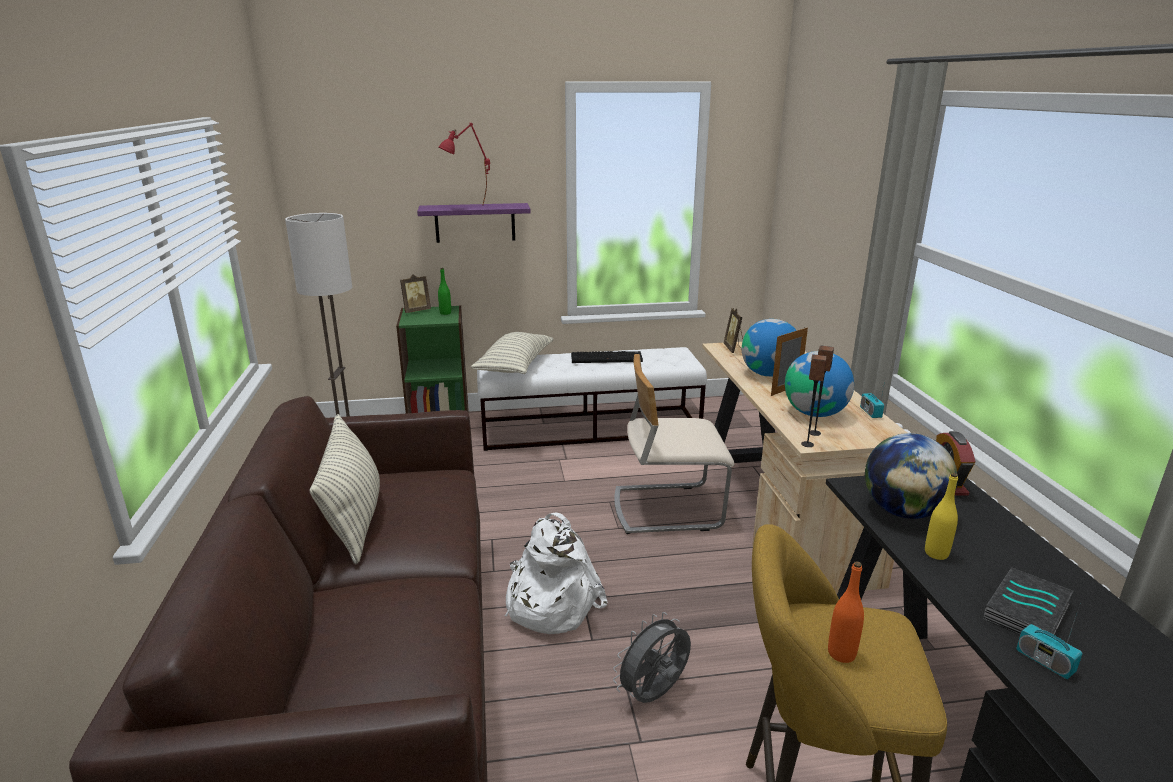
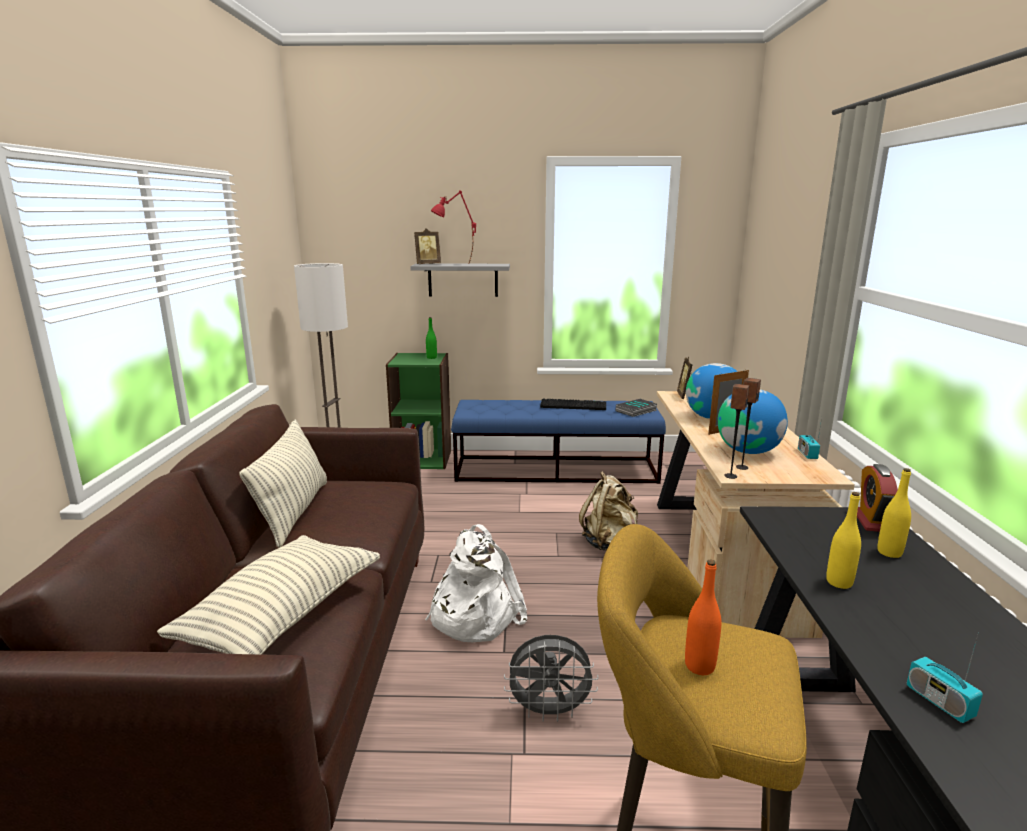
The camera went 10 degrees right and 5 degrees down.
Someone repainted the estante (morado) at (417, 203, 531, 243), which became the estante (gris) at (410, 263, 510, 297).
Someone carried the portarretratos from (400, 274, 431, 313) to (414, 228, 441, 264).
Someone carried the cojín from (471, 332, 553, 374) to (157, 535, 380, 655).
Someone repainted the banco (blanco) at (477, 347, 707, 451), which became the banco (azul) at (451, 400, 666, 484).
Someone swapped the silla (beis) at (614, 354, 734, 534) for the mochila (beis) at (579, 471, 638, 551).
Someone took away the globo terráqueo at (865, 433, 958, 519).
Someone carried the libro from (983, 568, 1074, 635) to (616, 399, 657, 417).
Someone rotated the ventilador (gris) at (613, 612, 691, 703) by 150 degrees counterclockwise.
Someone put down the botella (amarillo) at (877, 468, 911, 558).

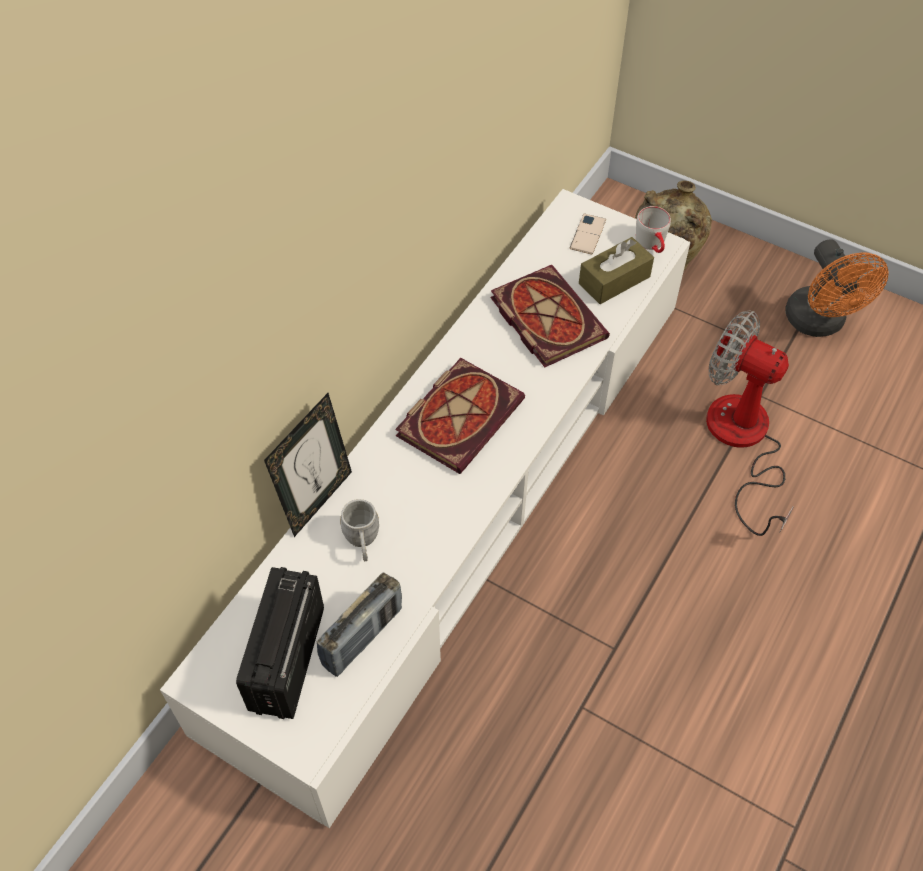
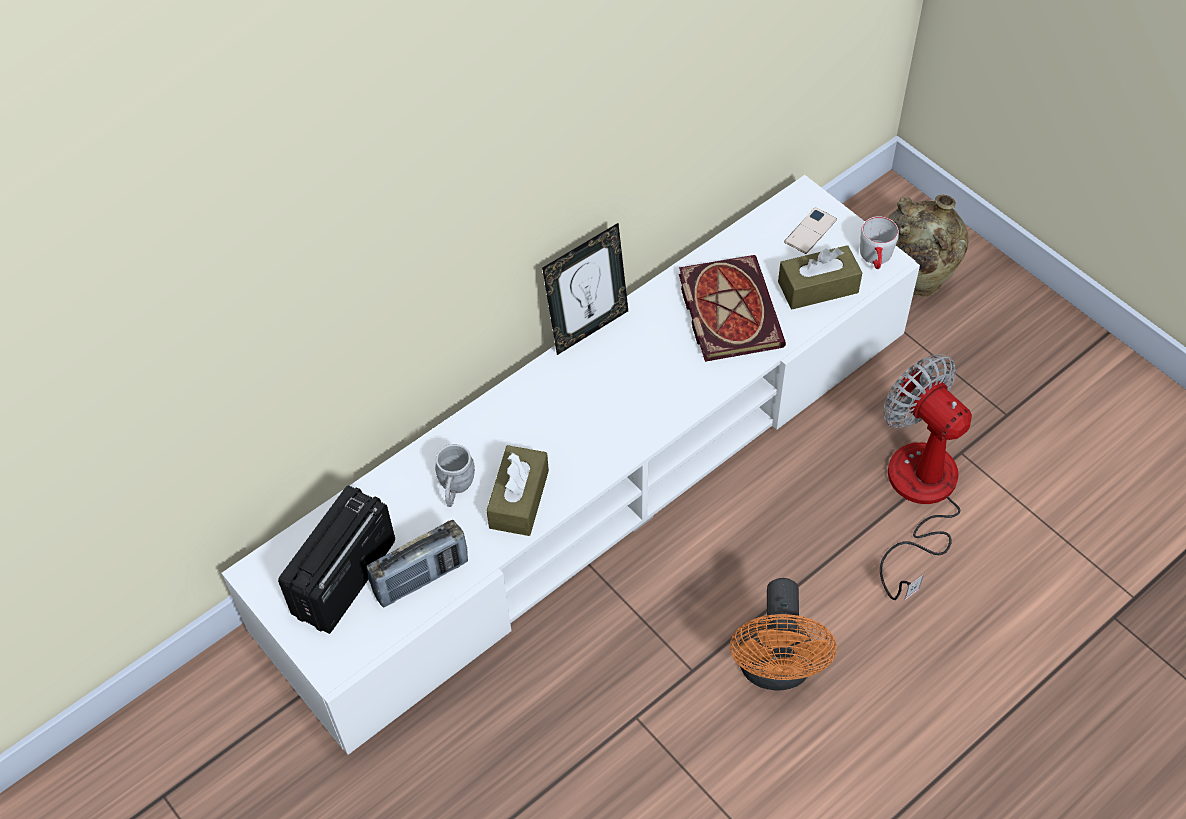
The camera went 20 degrees right and 0 degrees up.
Someone carried the ventilador (naranja) from (785, 239, 889, 337) to (730, 578, 837, 690).
Someone took away the libro at (395, 358, 525, 474).
Someone carried the portarretratos from (264, 393, 352, 537) to (542, 223, 628, 355).
Someone put down the caja de pañuelos (marrón) at (486, 445, 549, 536).

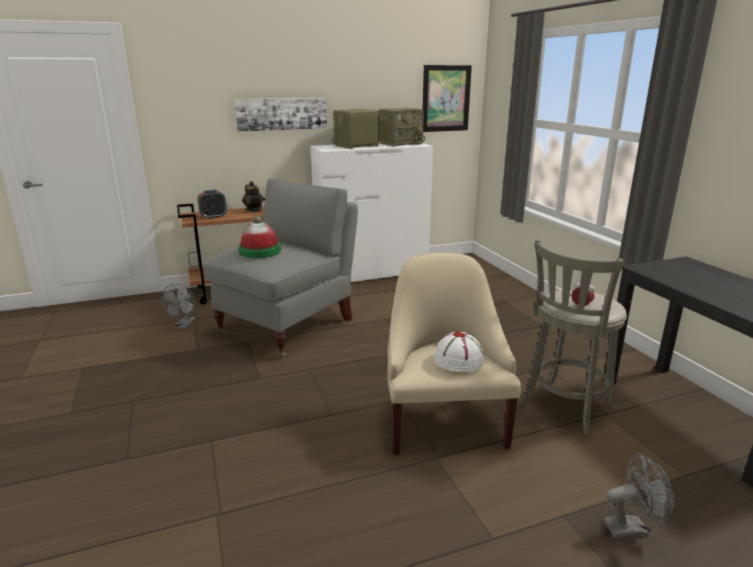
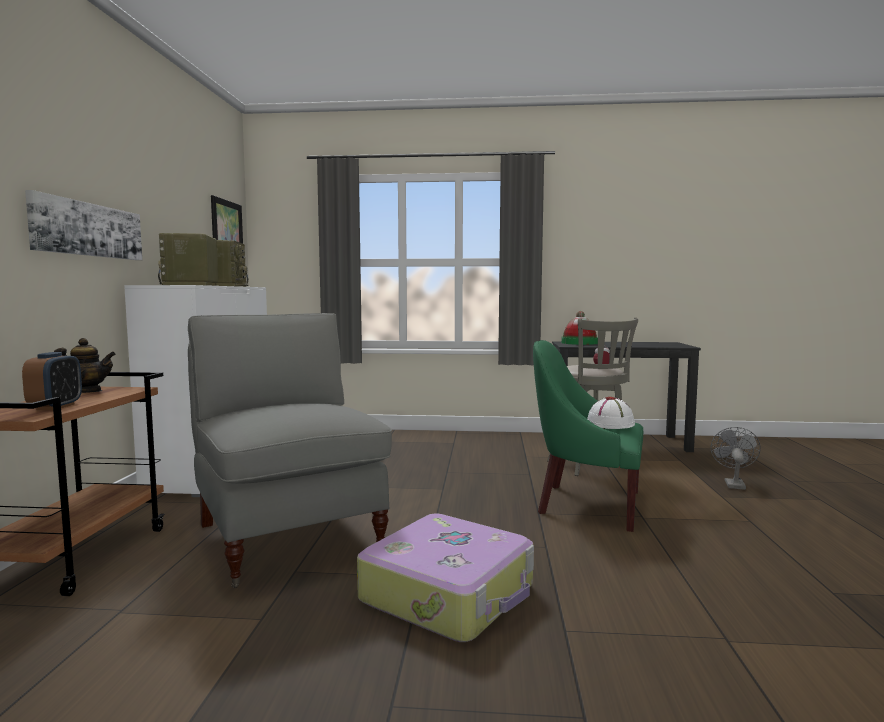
The camera went 65 degrees left and 15 degrees down.
Someone carried the sombrero from (239, 215, 281, 258) to (561, 311, 598, 345).
Someone repainted the sillón (beis) at (387, 252, 521, 455), which became the sillón (verde) at (533, 340, 643, 532).
Someone took away the ventilador (gris) at (161, 284, 196, 329).
Someone put down the maleta at (357, 514, 534, 642).

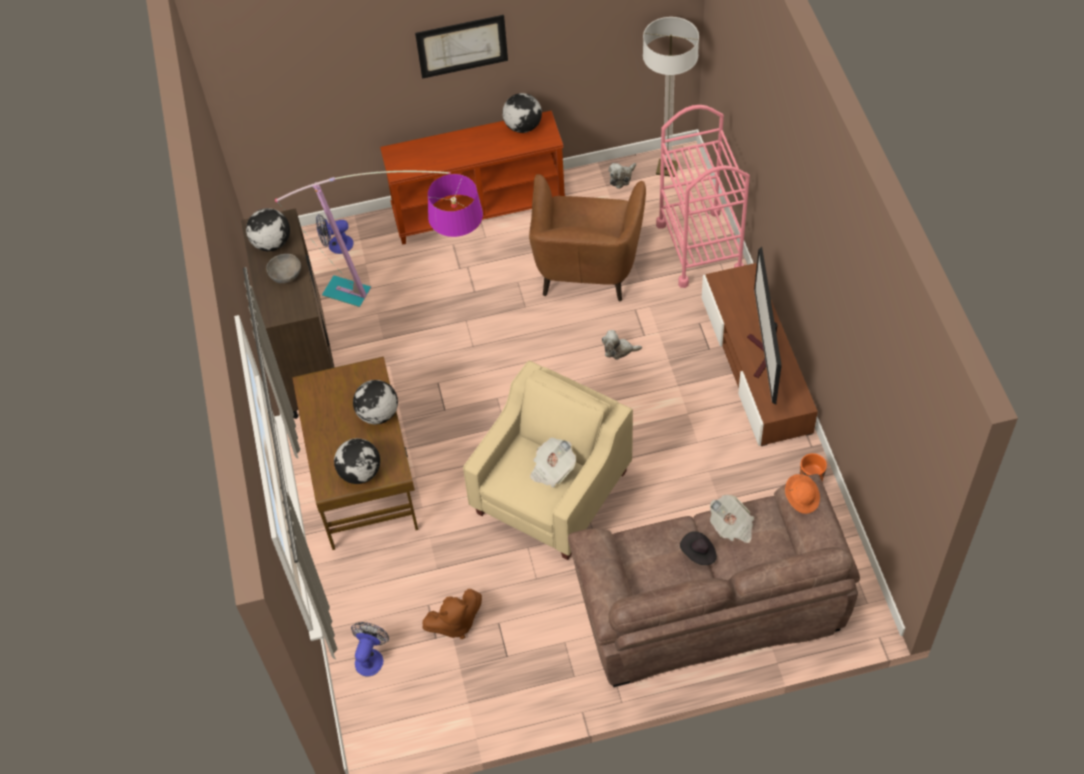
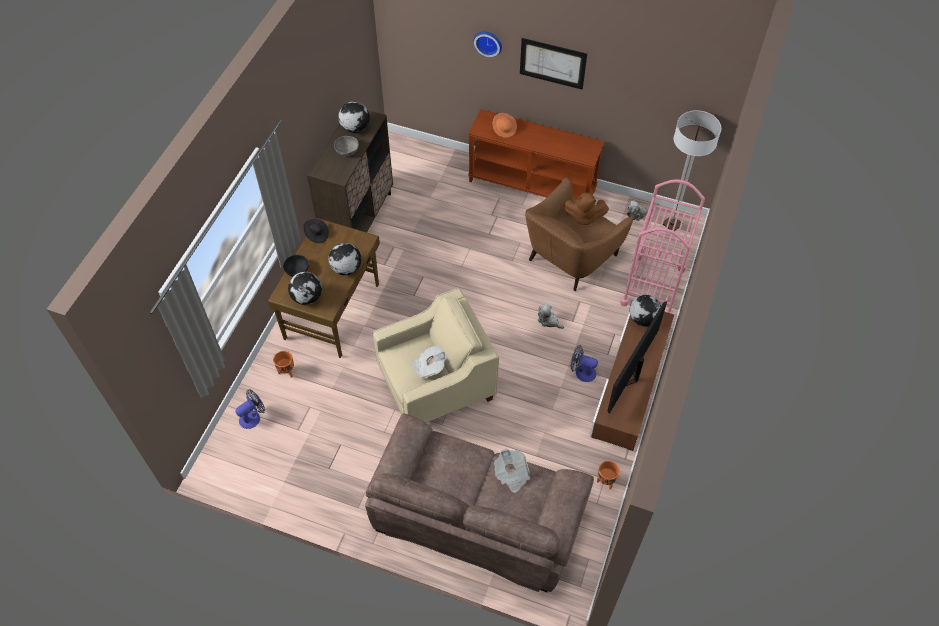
The camera went 30 degrees right and 0 degrees up.
Someone carried the globo terráqueo from (502, 93, 542, 133) to (629, 295, 661, 327).
Someone took away the lámpara de pie at (275, 171, 483, 307).
Someone carried the ventilador from (316, 214, 354, 254) to (571, 345, 598, 382).
Someone carried the sombrero (naranja) from (785, 474, 820, 514) to (493, 113, 517, 138).
Someone carried the sombrero (negro) from (680, 531, 717, 565) to (303, 219, 329, 243).
Someone carried the peluche (marrón) from (422, 589, 482, 639) to (564, 193, 609, 228).
Someone put up the reloj de pared at (473, 32, 502, 57).
Someone put down the cuenco (negro) at (283, 255, 309, 277).
Someone put down the maceta (naranja) at (273, 351, 294, 378).

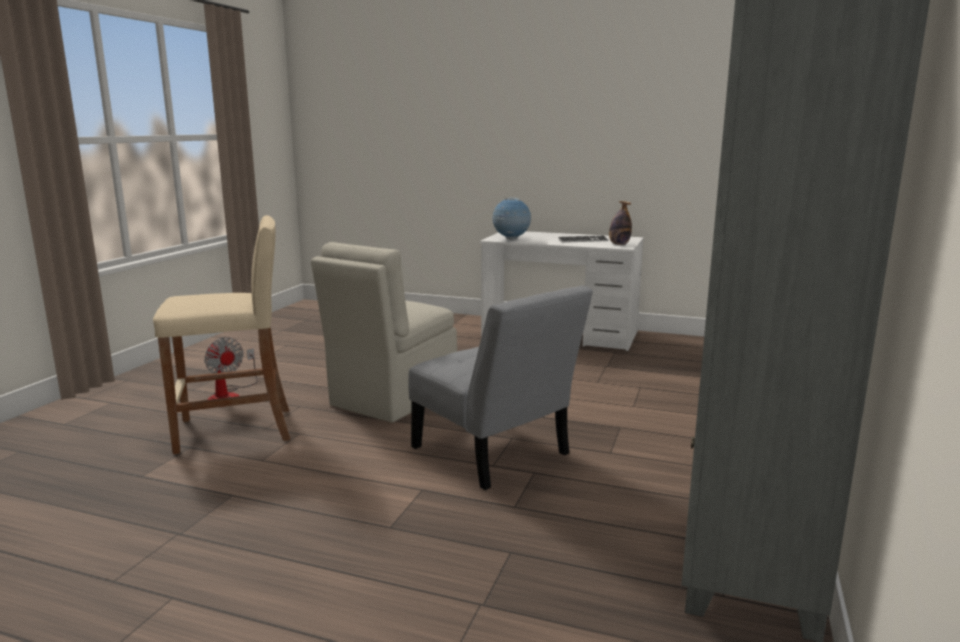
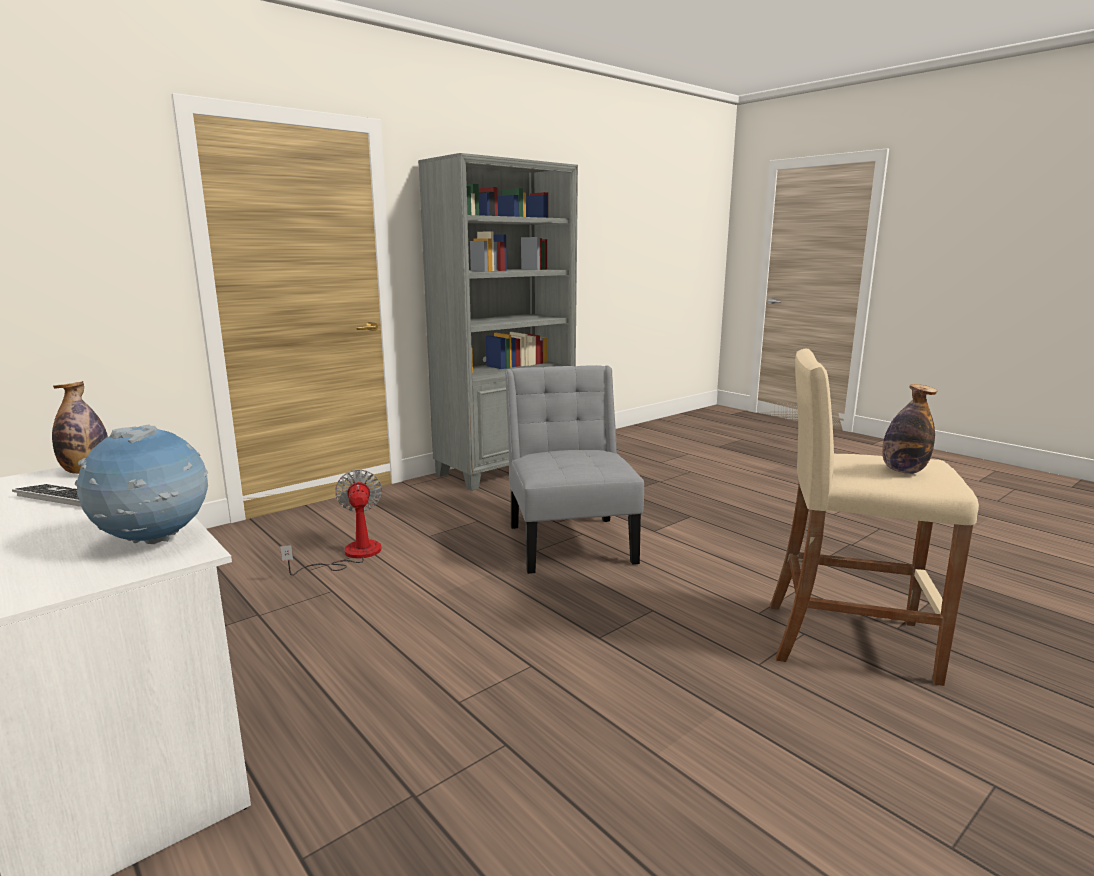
The camera went 150 degrees left and 0 degrees up.
Someone took away the silla (beis) at (311, 242, 457, 423).
Someone carried the ventilador from (204, 337, 258, 407) to (280, 469, 382, 576).
Someone put down the botella at (882, 384, 937, 474).

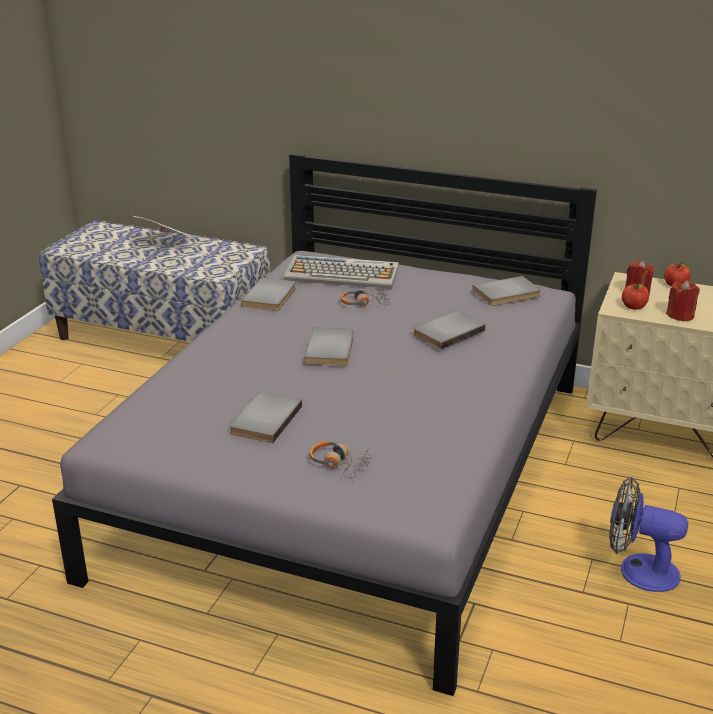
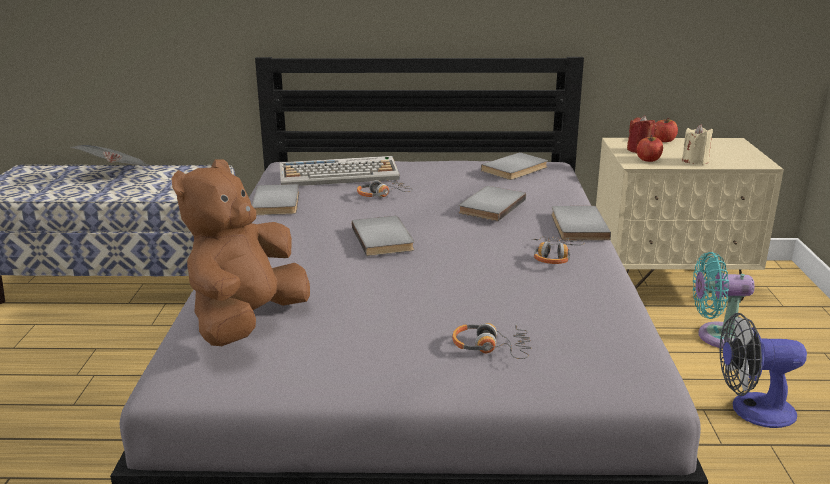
The camera went 20 degrees left and 5 degrees down.
Someone repainted the vela (rojo) at (666, 280, 700, 322), which became the vela (beis) at (682, 124, 713, 165).
Someone carried the libro (gris) from (229, 392, 302, 443) to (551, 206, 611, 240).
Someone put down the peluche (marrón) at (171, 159, 310, 346).
Someone put down the auriculares at (532, 236, 584, 264).
Someone put down the ventilador (turquesa) at (693, 252, 755, 348).

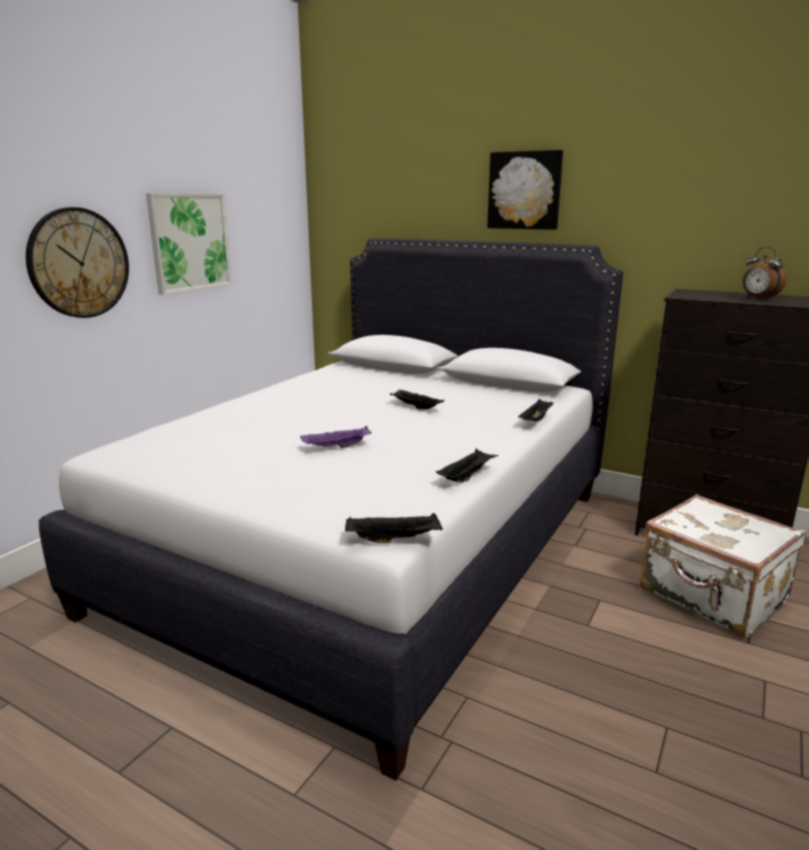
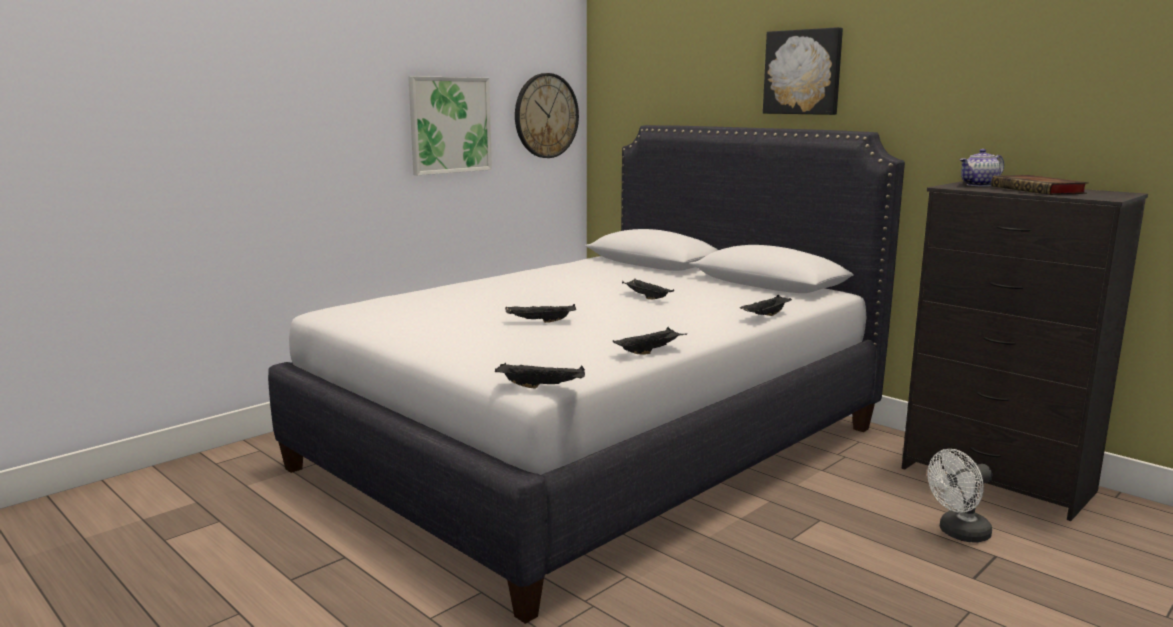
The camera went 15 degrees right and 5 degrees down.
Someone carried the reloj de pared from (26, 207, 129, 318) to (515, 73, 579, 158).
Someone swapped the despertador at (742, 247, 787, 300) for the libro at (991, 175, 1089, 195).
Someone repainted the bandeja (morado) at (300, 426, 371, 448), which became the bandeja (negro) at (505, 304, 576, 323).
Someone swapped the maleta (blanco) at (640, 494, 806, 638) for the ventilador (blanco) at (927, 449, 992, 543).
Someone put down the tetera at (959, 149, 1004, 187).

